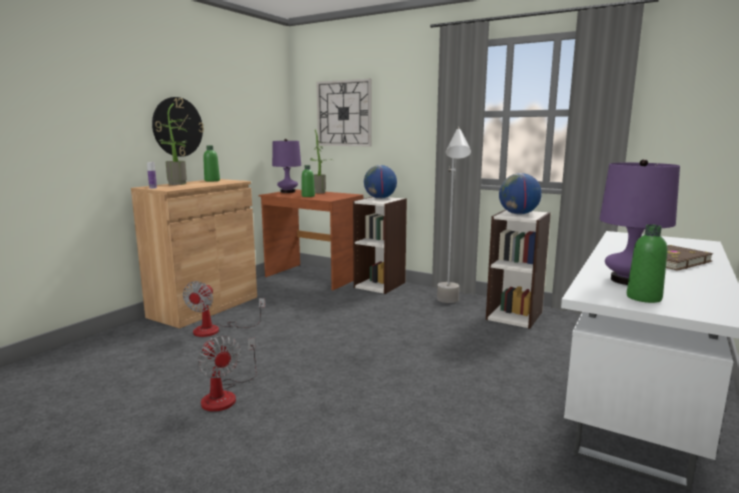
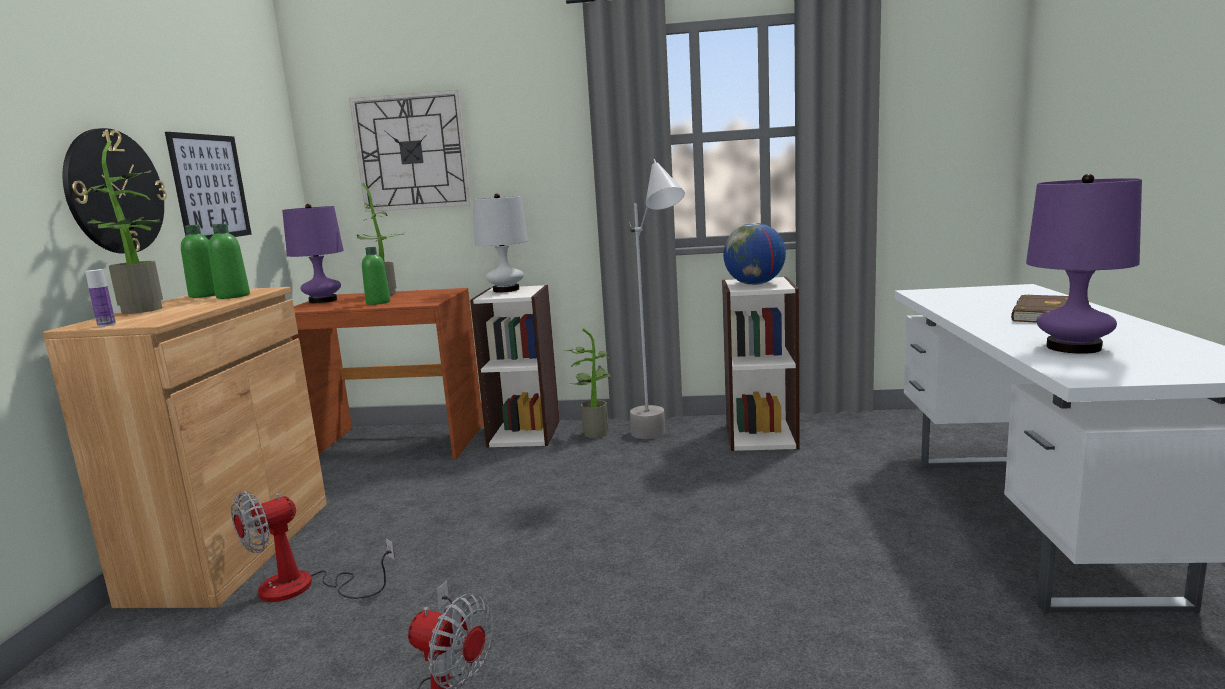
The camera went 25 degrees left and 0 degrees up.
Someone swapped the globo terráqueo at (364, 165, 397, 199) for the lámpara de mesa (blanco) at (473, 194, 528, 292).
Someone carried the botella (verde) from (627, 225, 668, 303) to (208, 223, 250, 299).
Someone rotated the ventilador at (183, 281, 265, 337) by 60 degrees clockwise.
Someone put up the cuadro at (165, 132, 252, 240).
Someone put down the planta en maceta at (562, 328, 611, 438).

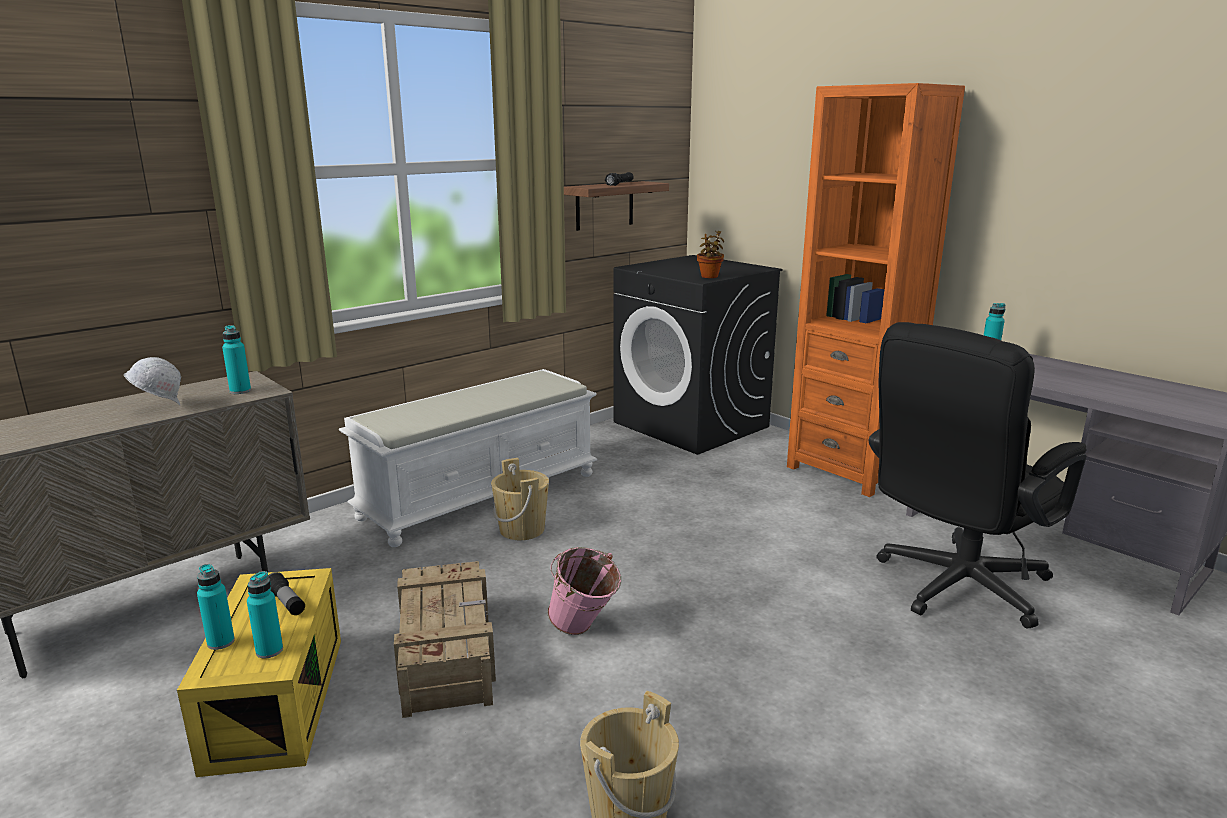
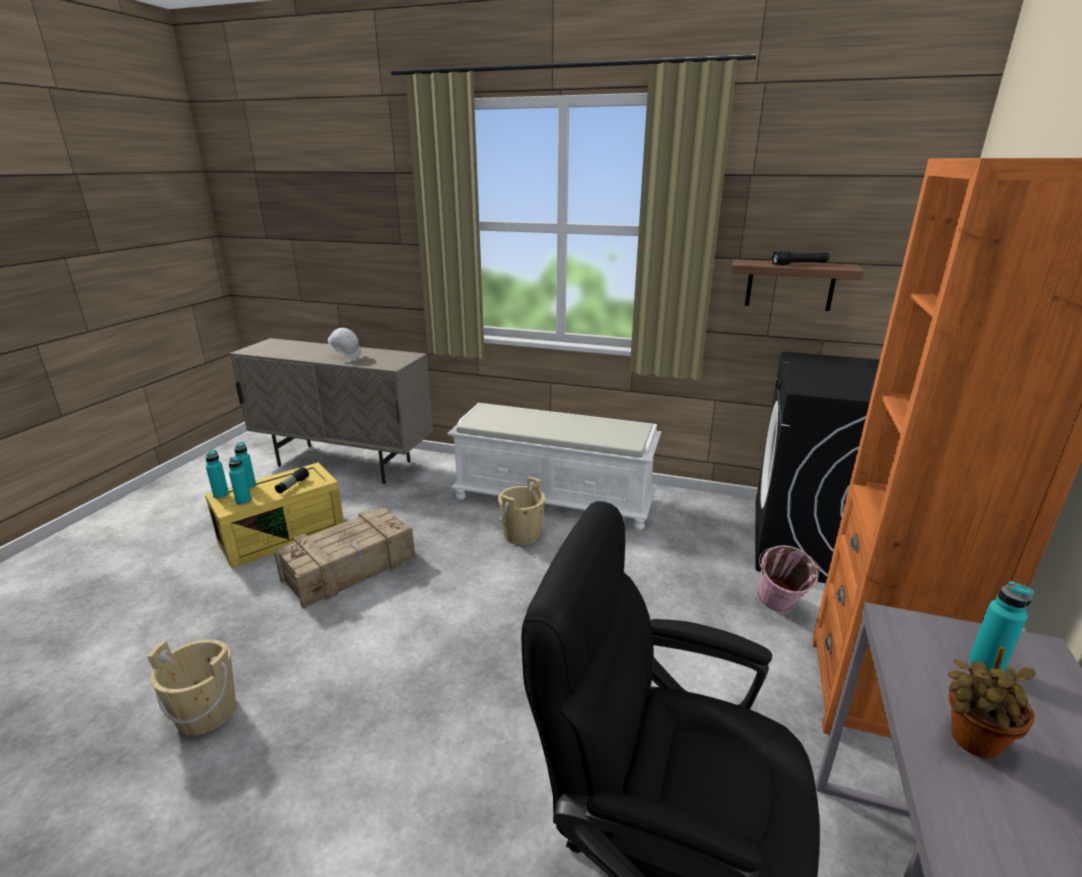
The camera went 60 degrees right and 5 degrees up.
Someone carried the planta en maceta from (697, 231, 724, 278) to (948, 646, 1035, 759).
Someone carried the botella (turquesa) from (222, 325, 251, 394) to (206, 450, 229, 499).
Someone carried the cubo (rosa) from (547, 547, 621, 635) to (758, 545, 821, 611).

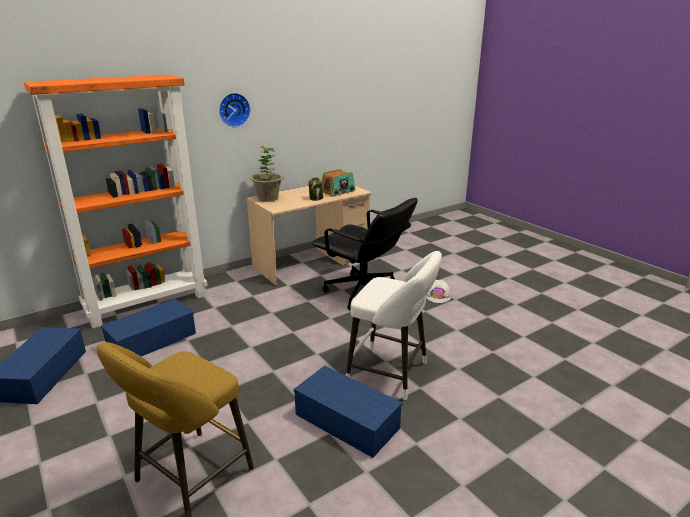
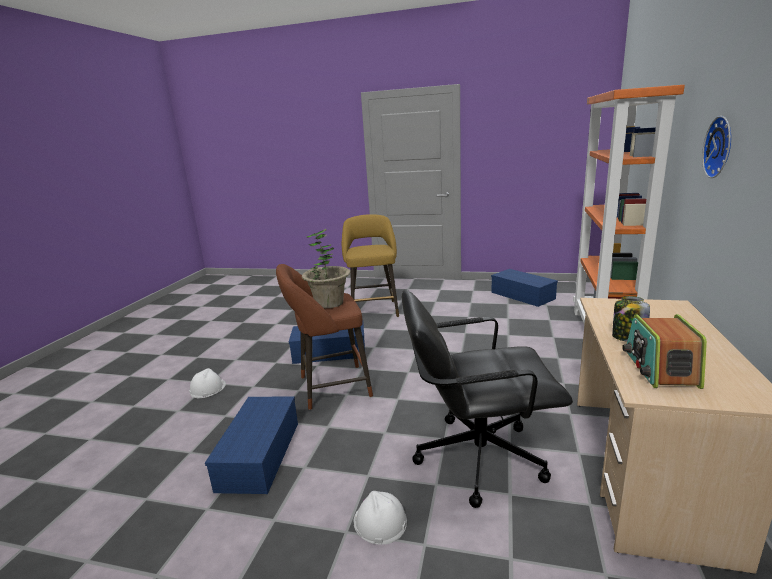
The camera went 140 degrees right and 5 degrees down.
Someone carried the planta en maceta from (250, 146, 284, 202) to (302, 229, 351, 308).
Someone repainted the taburete (blanco) at (346, 251, 442, 400), which became the taburete (marrón) at (276, 264, 373, 410).
Someone carried the caja de almacenaje (azul) from (101, 299, 196, 356) to (205, 397, 298, 494).
Someone put down the casco (blanco) at (189, 368, 226, 398).

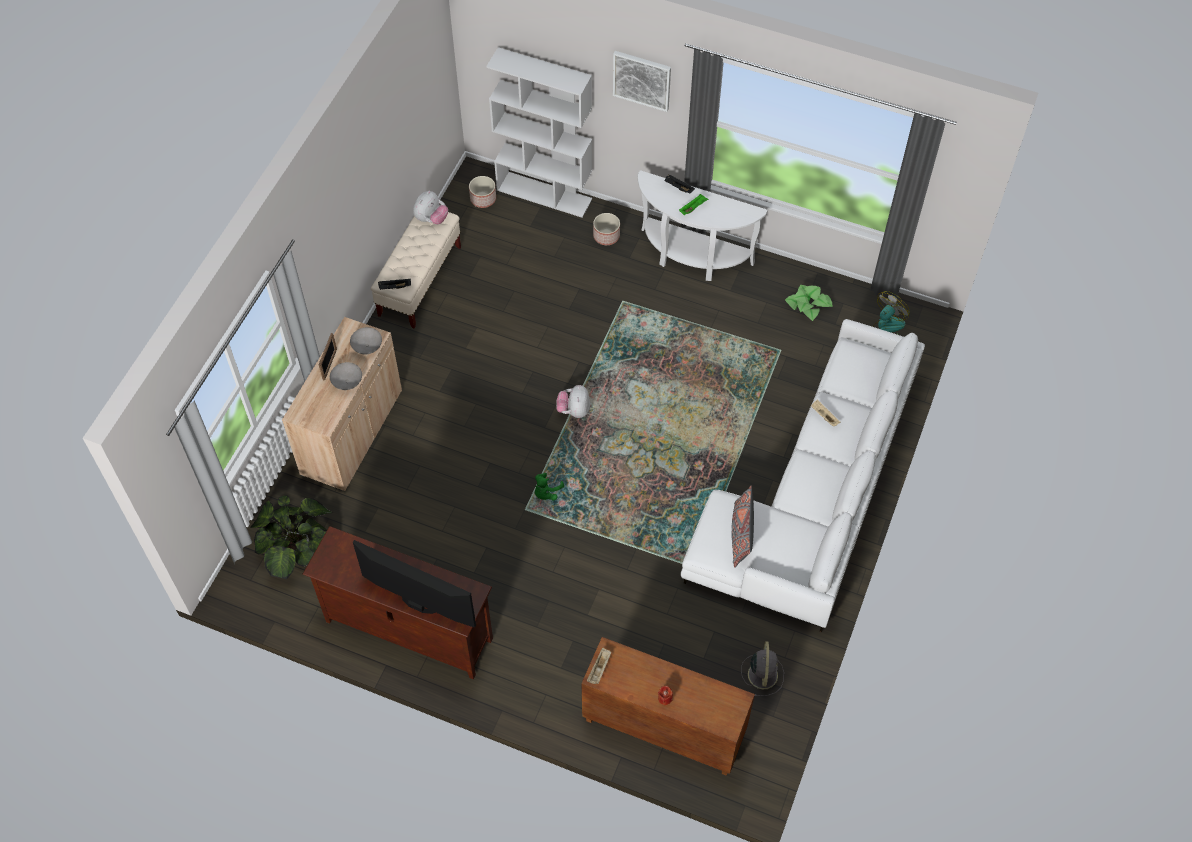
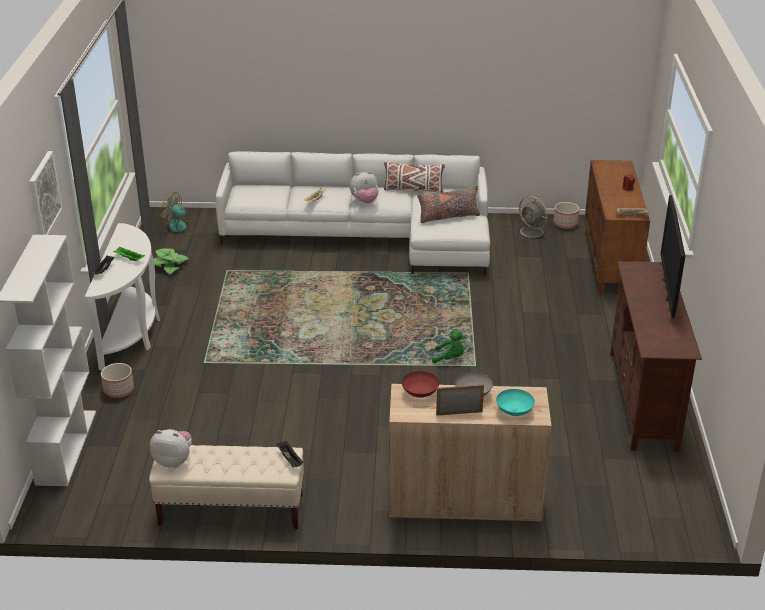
The camera went 110 degrees left and 25 degrees down.
Someone carried the maceta from (469, 176, 496, 208) to (553, 202, 579, 229).
Someone repainted the cuenco (gris) at (350, 327, 382, 354), which became the cuenco (rojo) at (402, 371, 439, 398).
Someone carried the peluche from (556, 385, 590, 418) to (350, 171, 379, 204).
Someone took away the planta en maceta at (250, 495, 333, 579).
Someone rotated the ventilador (gris) at (741, 641, 784, 696) by 120 degrees counterclockwise.
Someone put down the cojín (blanco) at (384, 162, 445, 193).
Someone put down the cuenco (turquesa) at (496, 389, 535, 416).

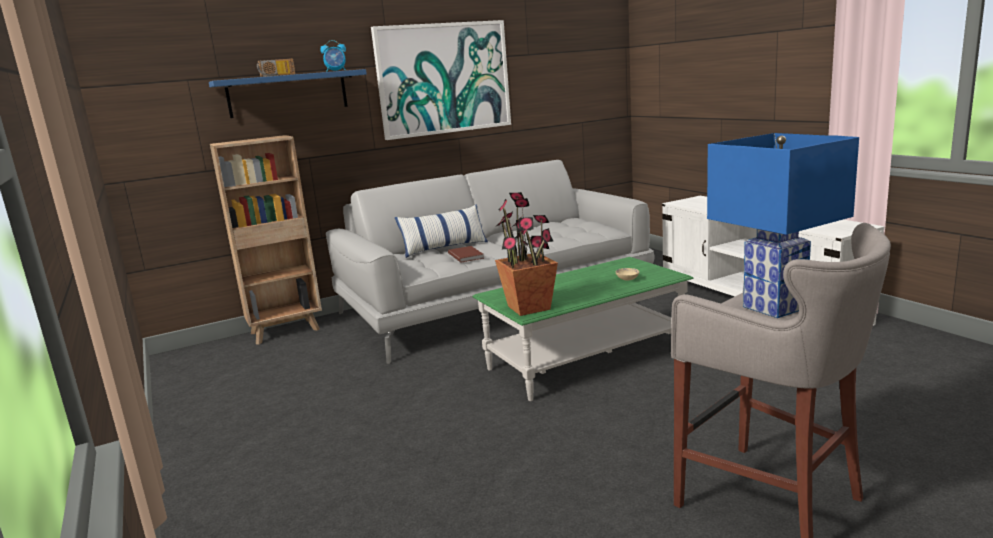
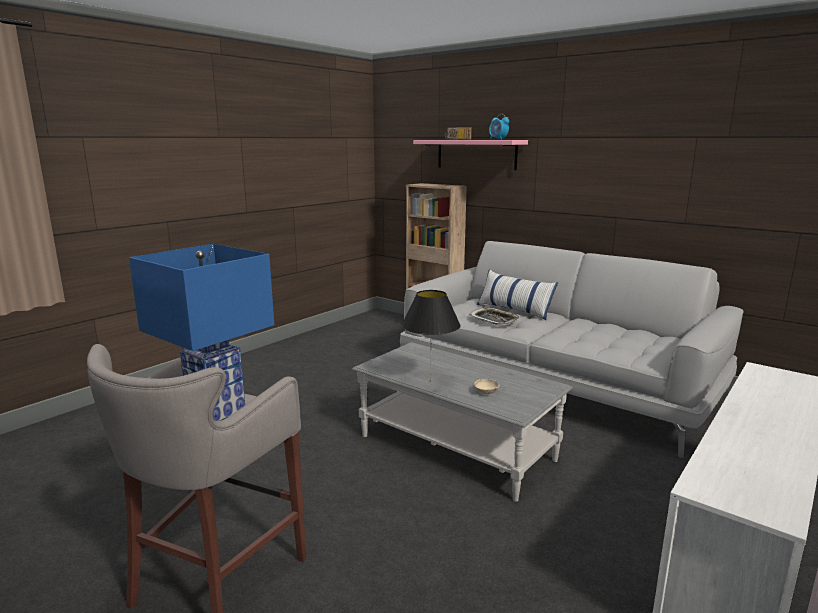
The camera went 65 degrees right and 0 degrees up.
Someone took away the cuadro at (371, 20, 511, 140).
Someone repainted the estante (azul) at (209, 69, 367, 118), which became the estante (rosa) at (413, 140, 528, 170).
Someone took away the planta en maceta at (495, 192, 558, 316).
Someone swapped the libro (marrón) at (448, 246, 484, 263) for the bandeja at (469, 307, 520, 325).
Someone repainted the mesa de centro (verde) at (472, 257, 694, 401), which became the mesa de centro (gris) at (352, 342, 573, 502).
Someone put down the lámpara de mesa (negro) at (402, 290, 461, 382).

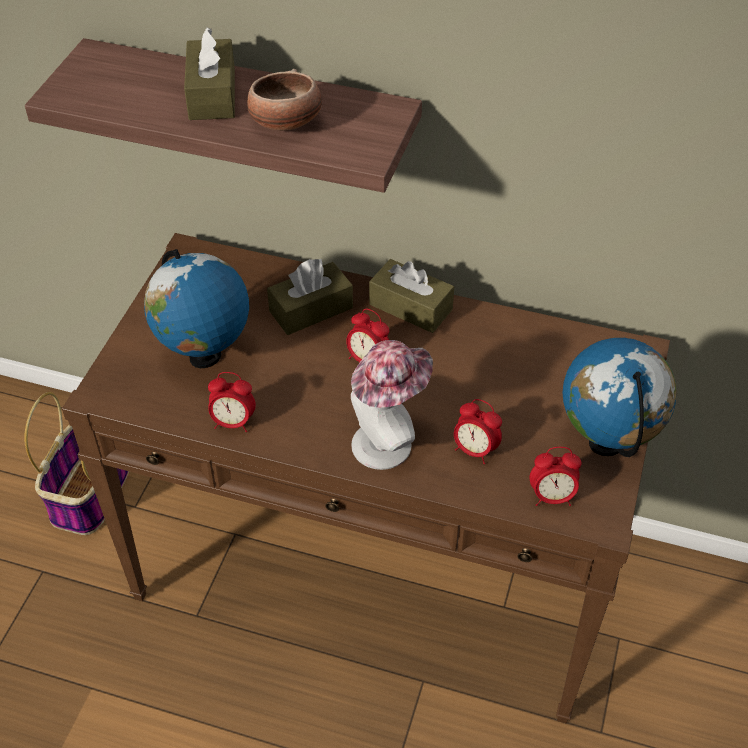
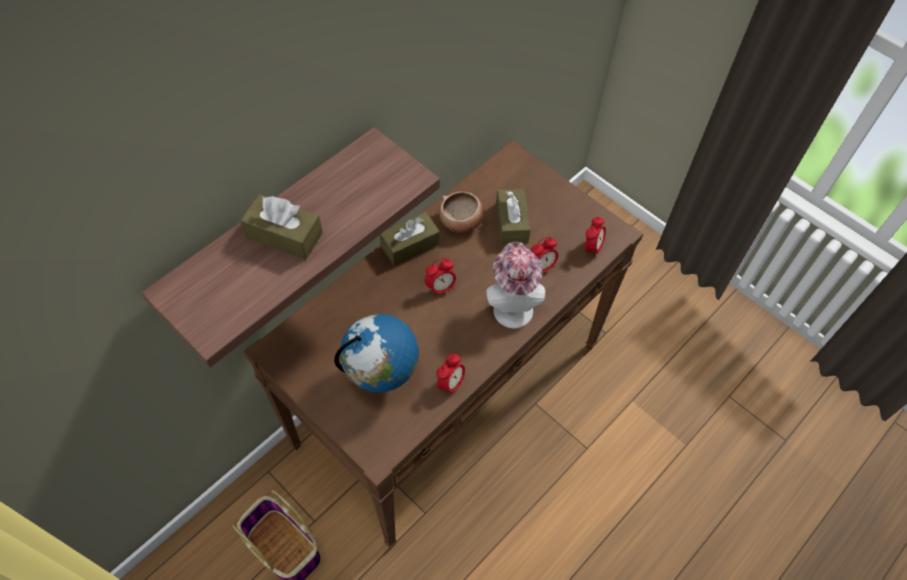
The camera went 65 degrees left and 10 degrees up.
Someone carried the cuenco from (247, 69, 322, 131) to (439, 191, 484, 233).
Someone carried the caja de pañuelos (marrón) from (267, 259, 353, 335) to (496, 189, 530, 244).
Someone took away the globo terráqueo at (562, 338, 677, 457).

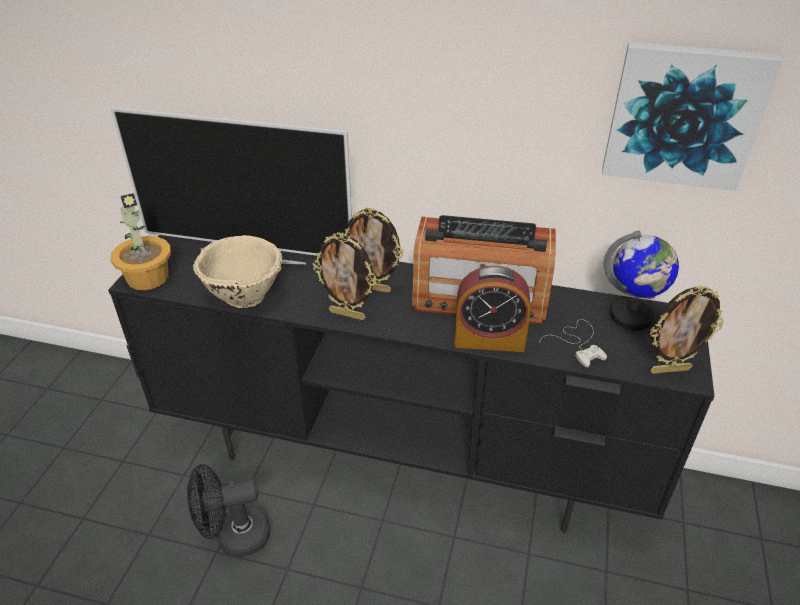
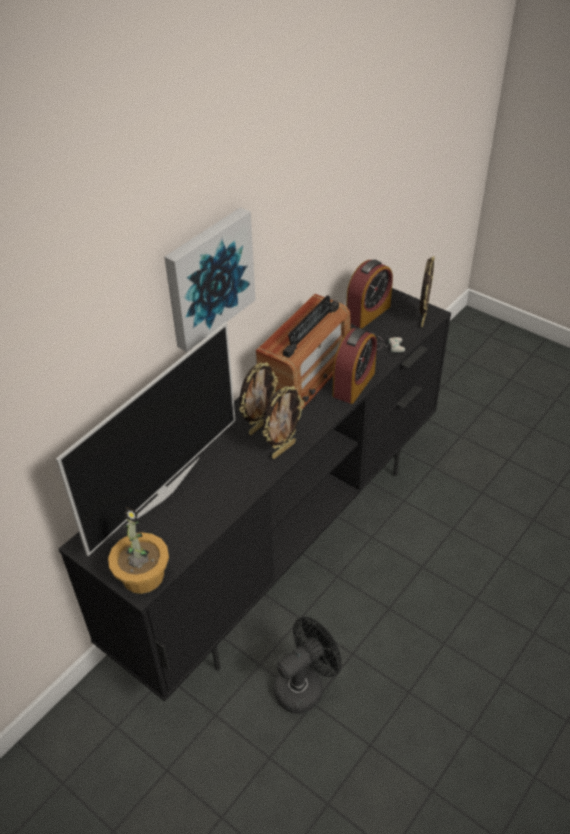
The camera went 65 degrees left and 5 degrees up.
Someone carried the cuadro from (602, 41, 783, 191) to (164, 207, 256, 352).
Someone swapped the globo terráqueo at (604, 231, 679, 330) for the despertador at (346, 259, 393, 328).
Someone took away the cuenco (beis) at (193, 235, 282, 308).
Someone rotated the ventilador (negro) at (187, 464, 270, 557) by 135 degrees counterclockwise.

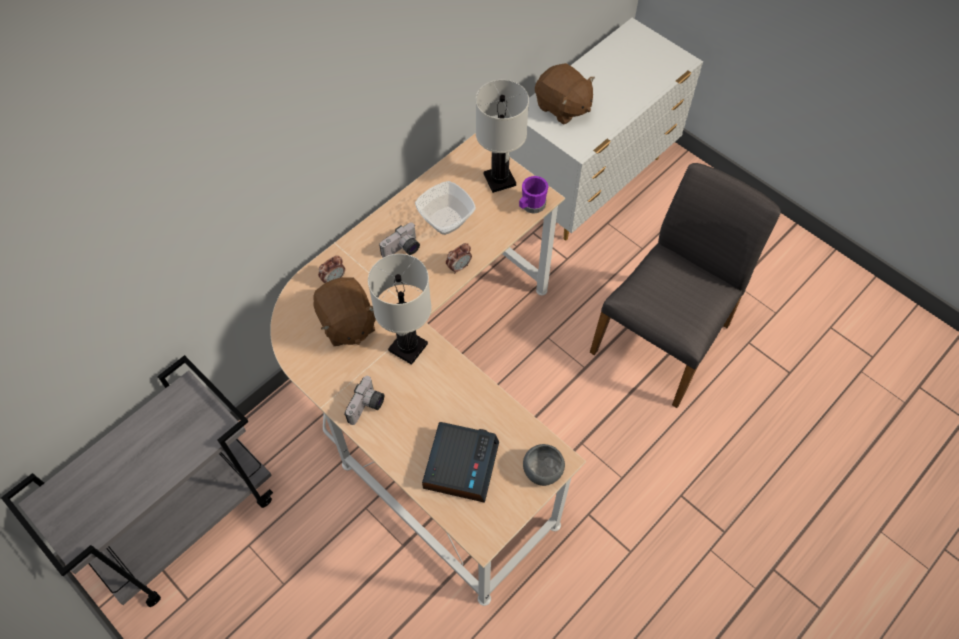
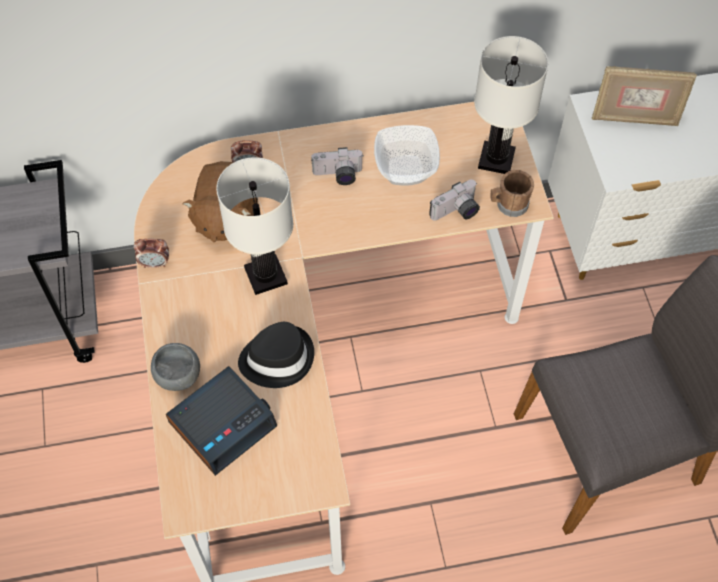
The camera went 35 degrees right and 0 degrees up.
Someone swapped the peluche (marrón) at (535, 63, 595, 125) for the portarretratos at (592, 66, 697, 126).
Someone repainted the taza grande (morado) at (519, 176, 549, 214), which became the taza grande (marrón) at (490, 170, 534, 217).
Someone carried the despertador from (446, 243, 472, 274) to (134, 239, 169, 268).
Someone carried the cámara from (344, 376, 384, 425) to (429, 179, 480, 220).
Someone carried the cuenco (gris) from (523, 444, 565, 486) to (151, 343, 200, 391).
Someone put down the sombrero (negro) at (238, 322, 314, 388).

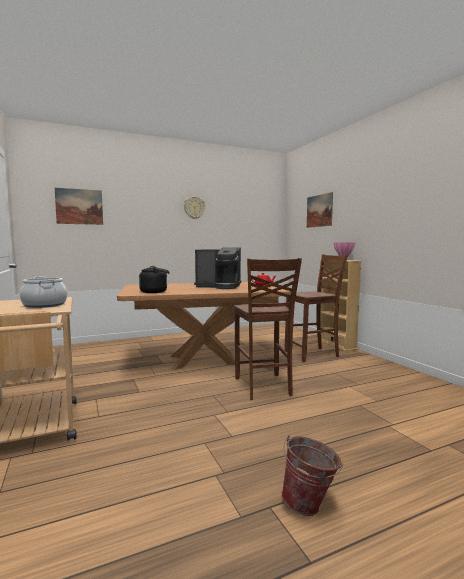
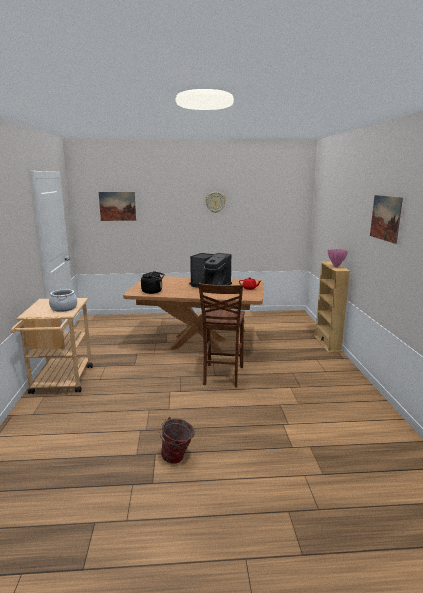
The camera went 20 degrees right and 10 degrees up.
Someone carried the cuadro from (307, 192, 333, 228) to (370, 195, 403, 244).
Someone took away the silla (marrón) at (284, 254, 348, 362).

